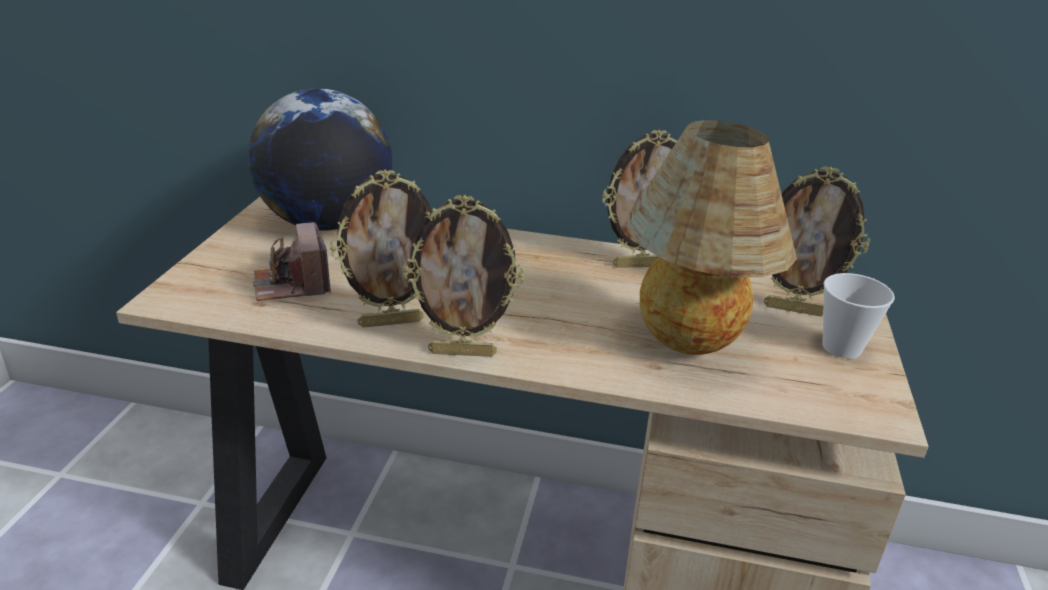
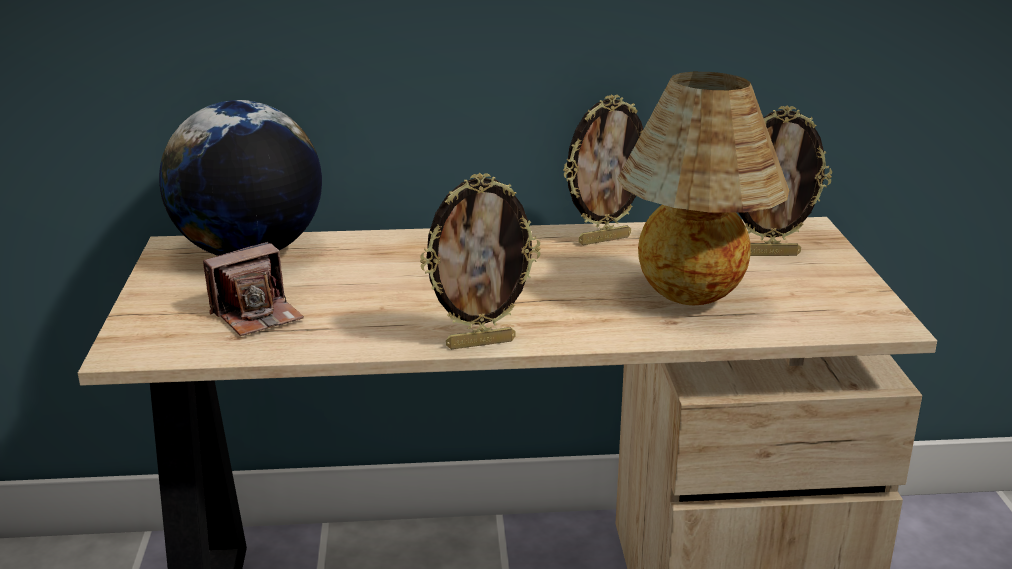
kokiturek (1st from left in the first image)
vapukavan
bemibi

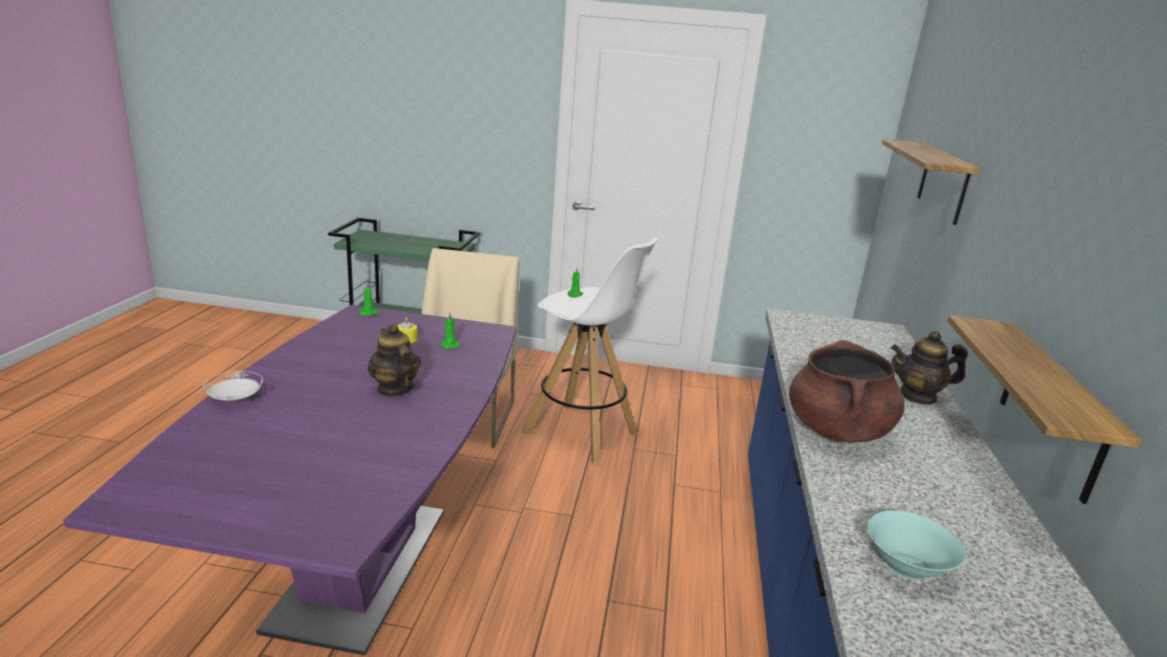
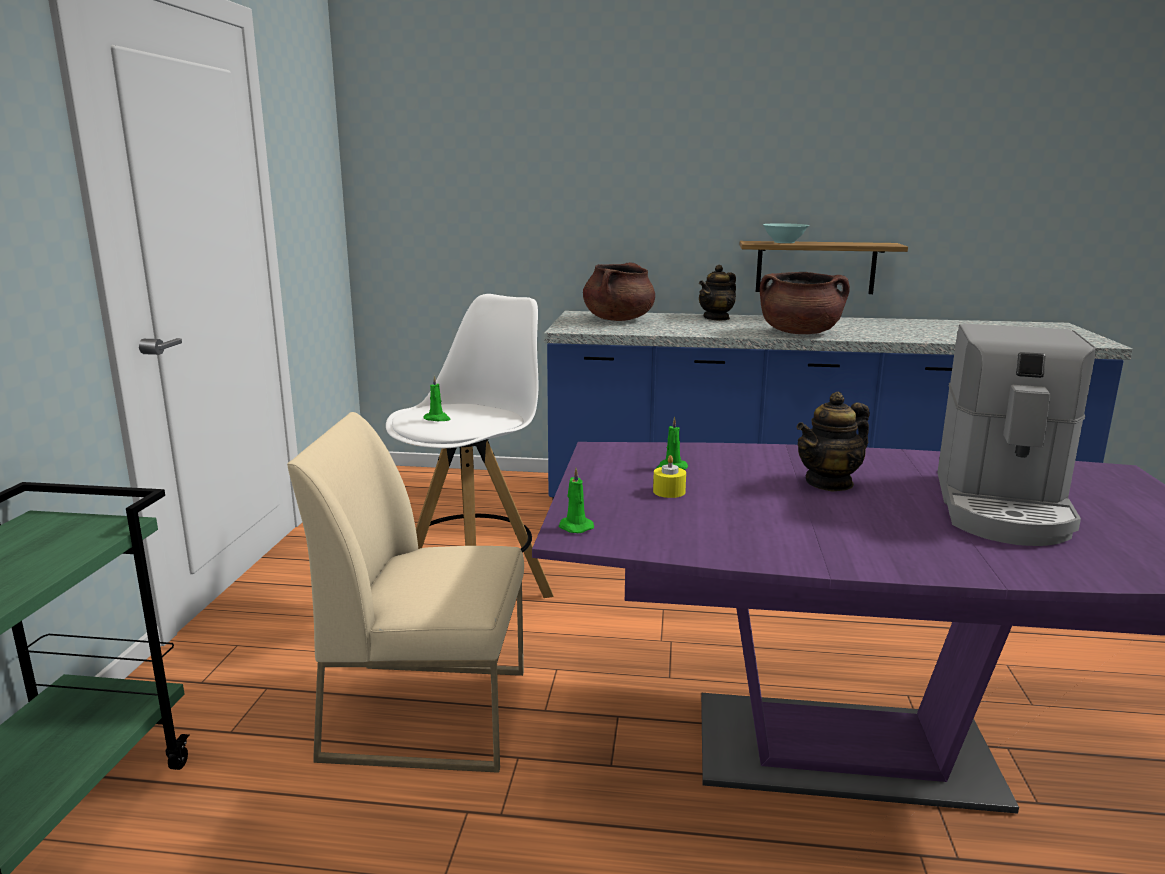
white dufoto
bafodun (1st from left in the first image)
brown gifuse (1st from left)
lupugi
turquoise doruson
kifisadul (1st from left)

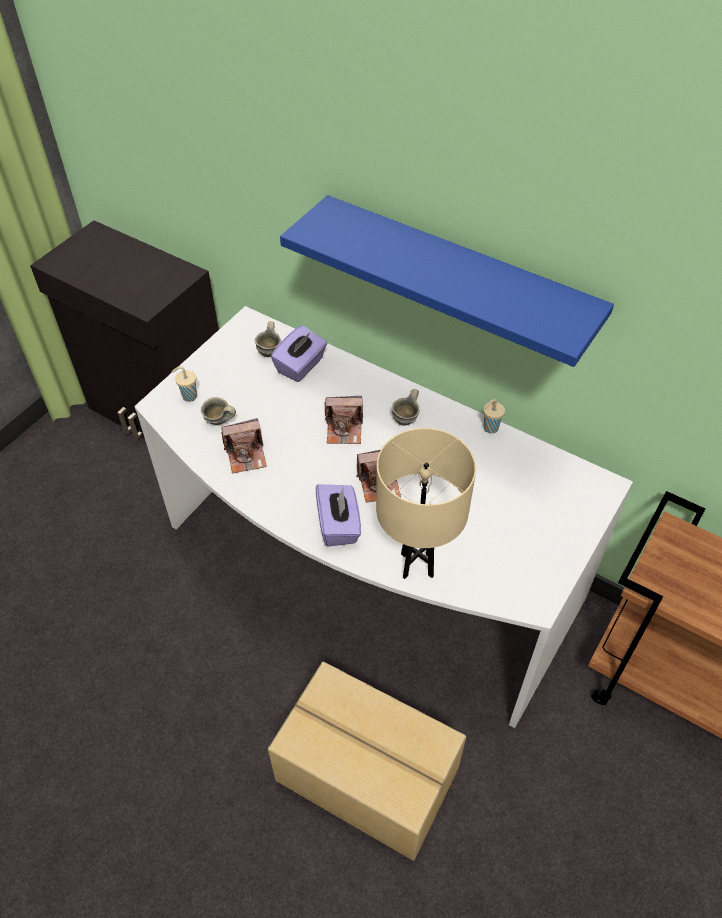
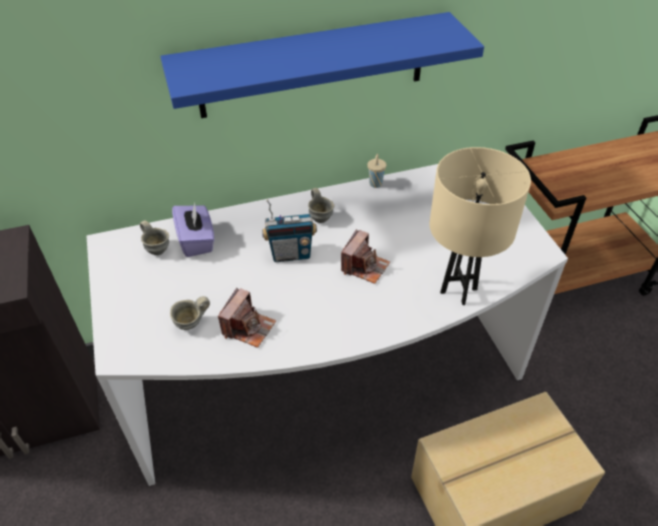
beige vapukavan (1st from left in the first image)
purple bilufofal (2nd from left in the first image)
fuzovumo

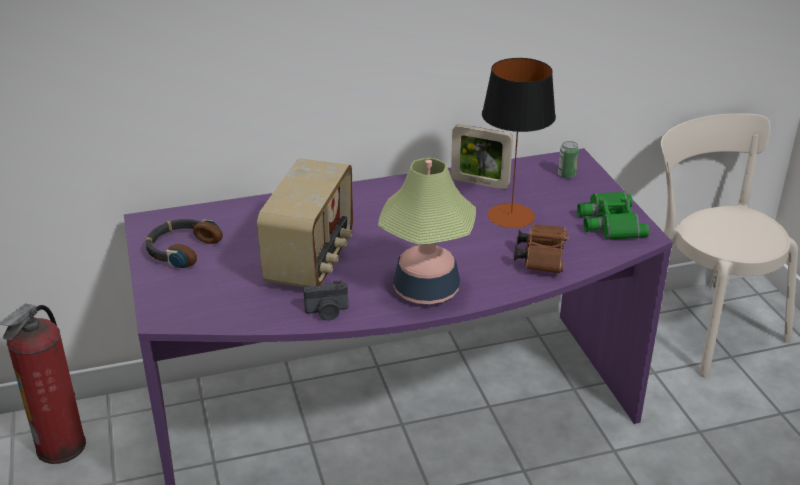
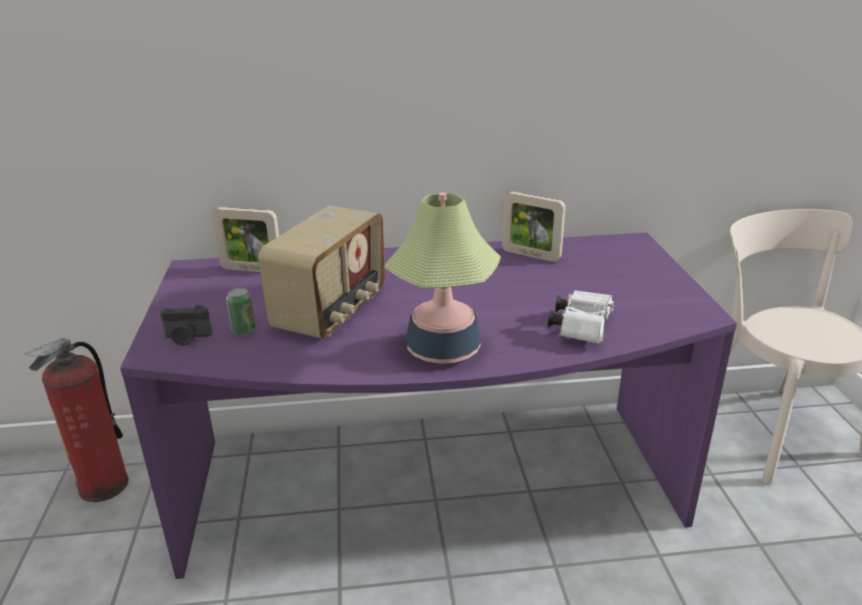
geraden
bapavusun (2nd from left in the first image)
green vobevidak
kokiturek (1st from left)
bemibi
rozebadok
white vobevidak

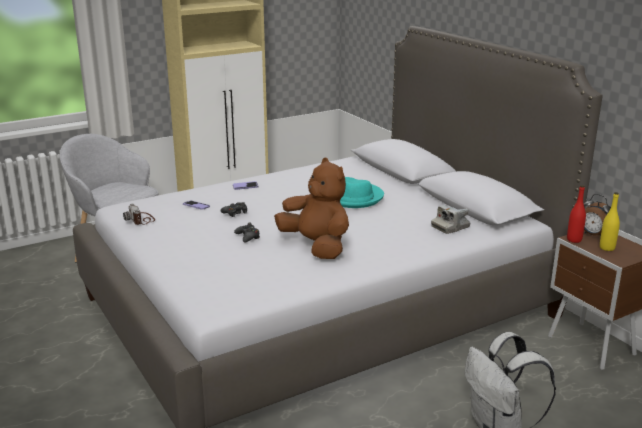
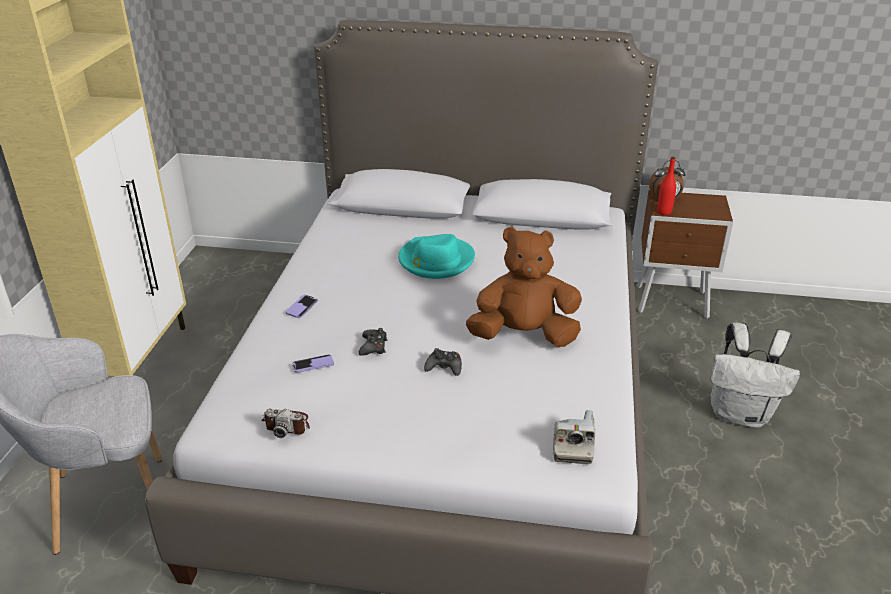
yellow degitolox
bemibi (2nd from left)

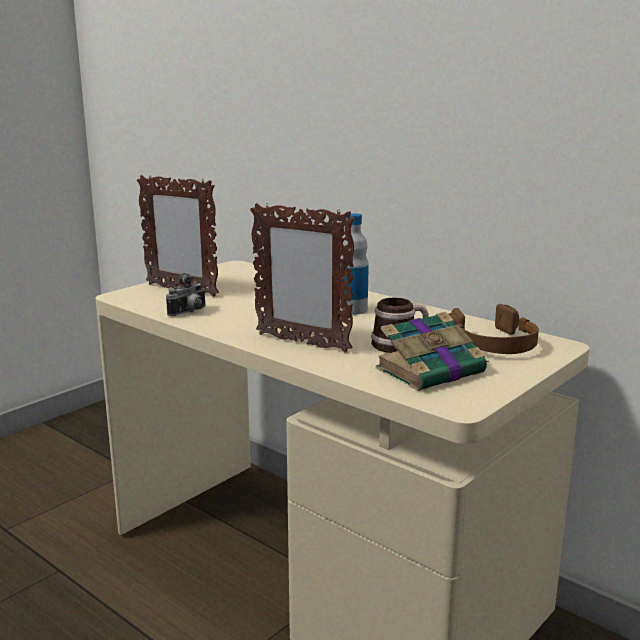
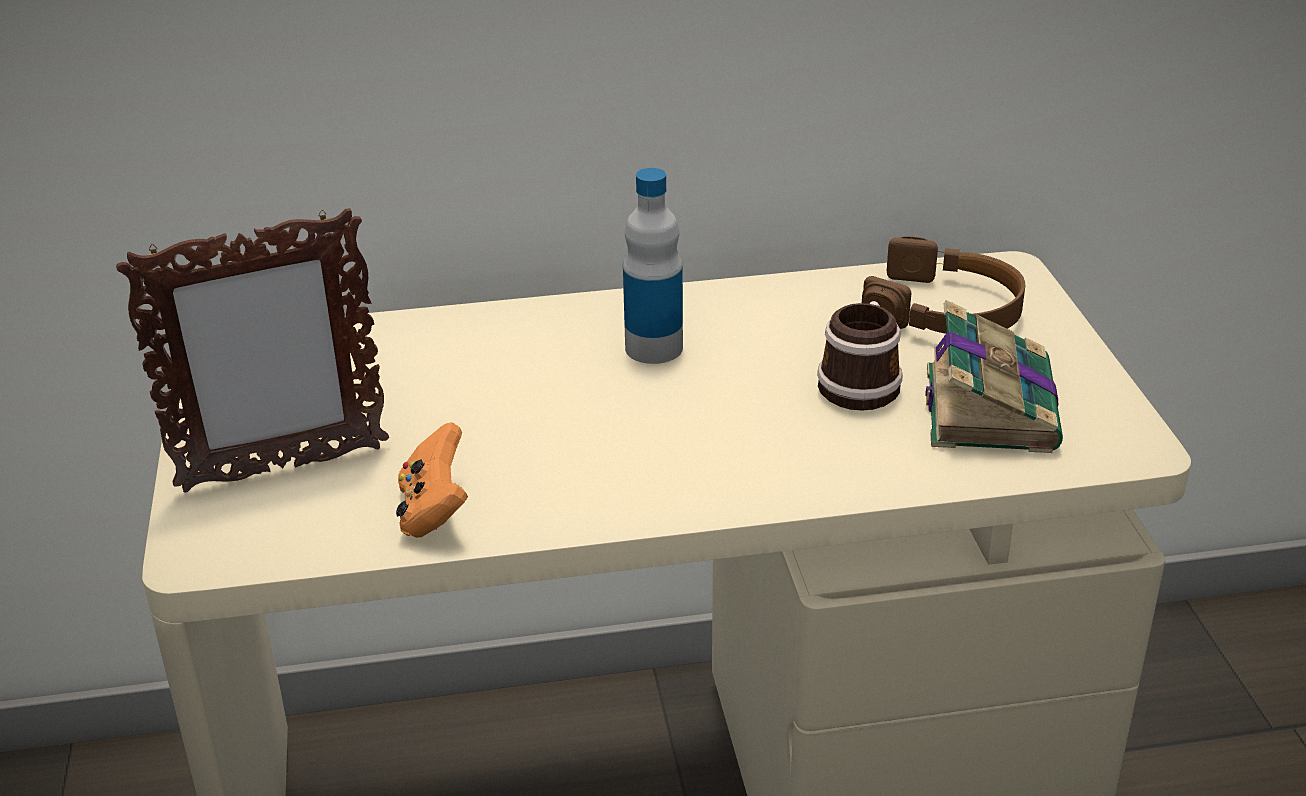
kokiturek (2nd from left in the first image)
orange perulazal

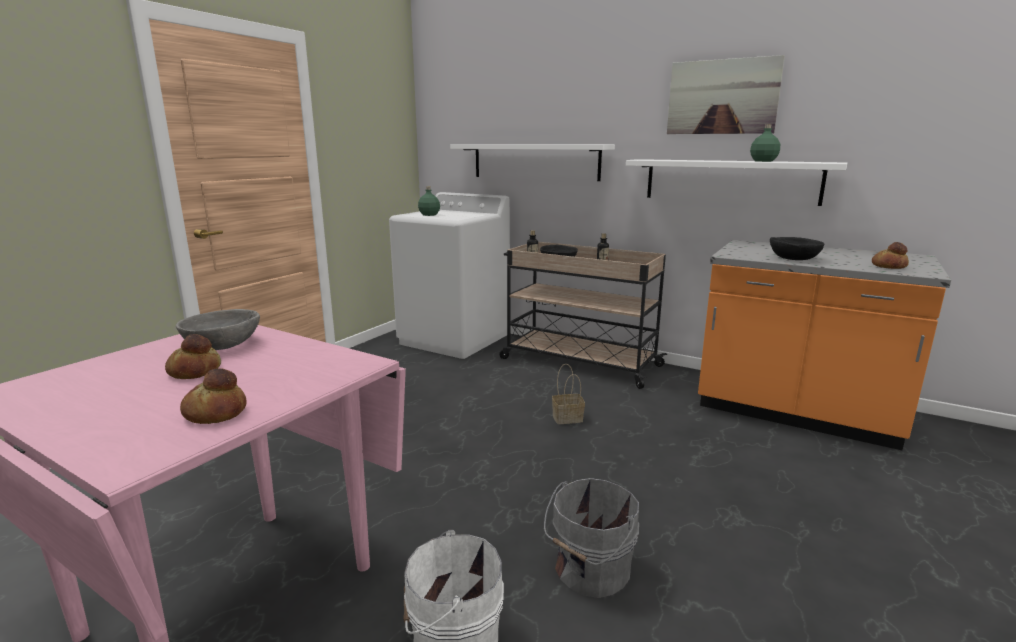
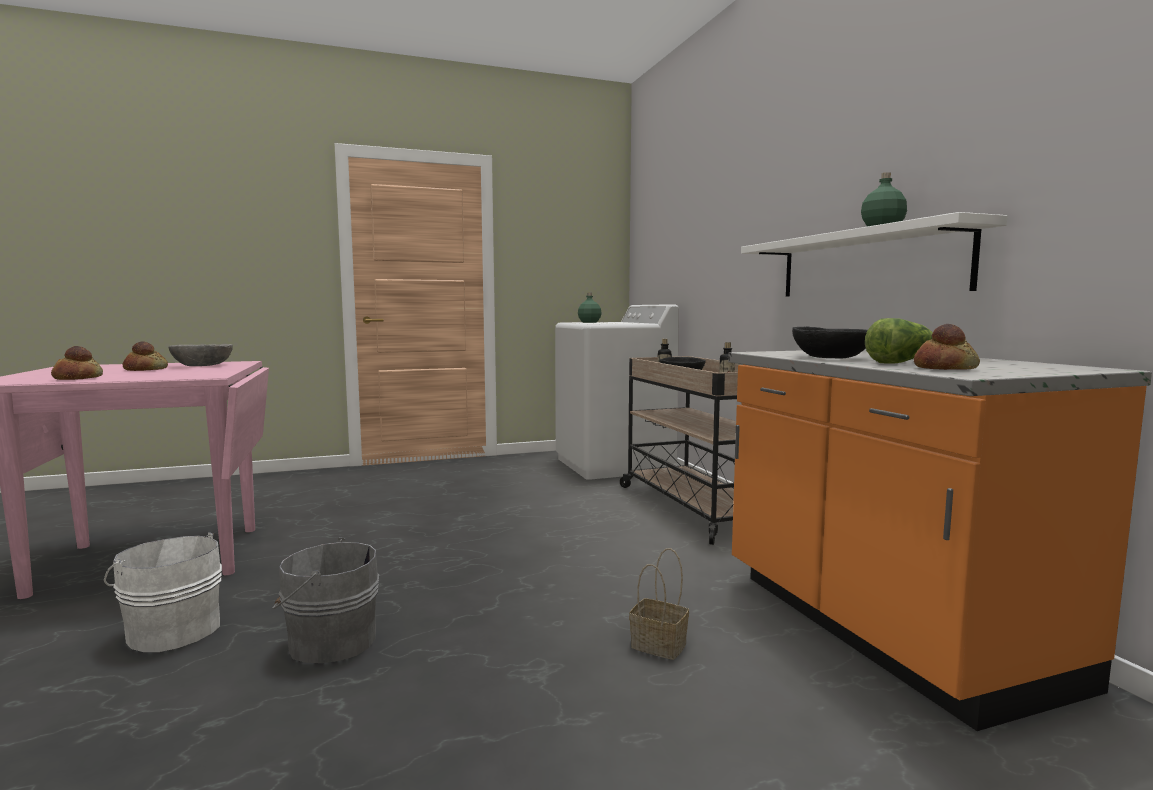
white bafodun (1st from left in the first image)
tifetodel
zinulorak
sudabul

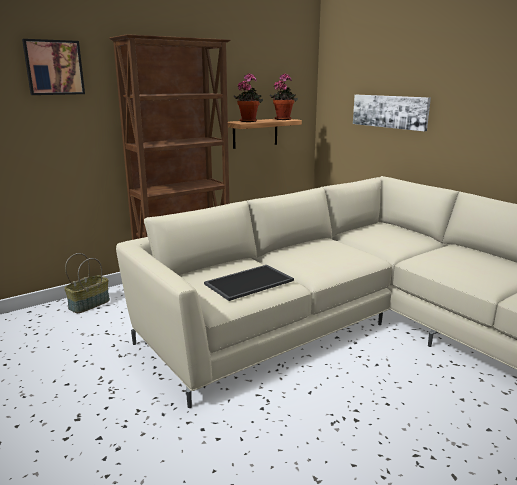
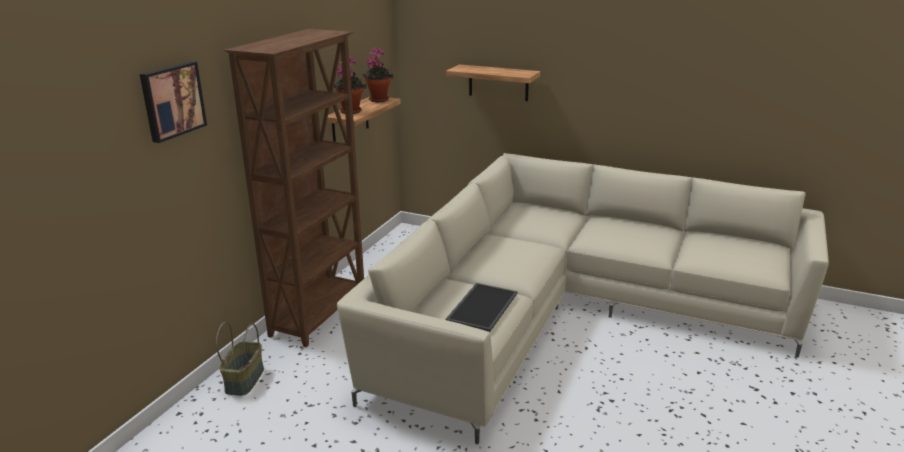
bafodun (2nd from left)

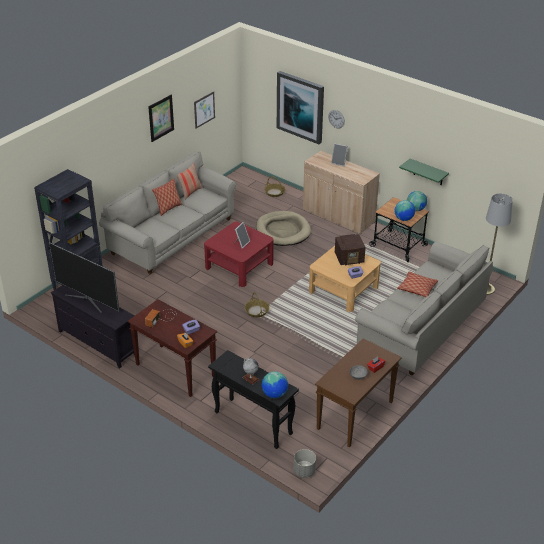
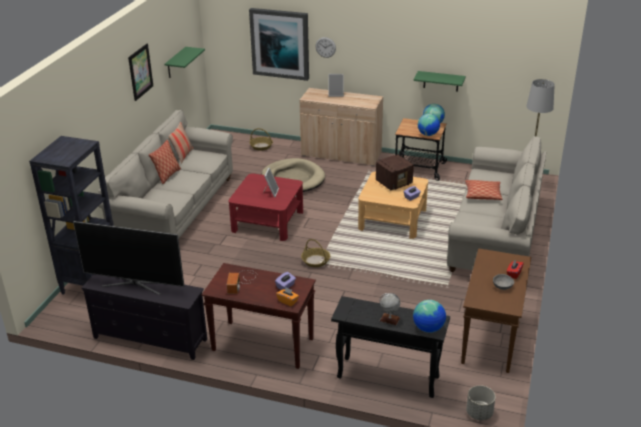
green bafodun (1st from left)

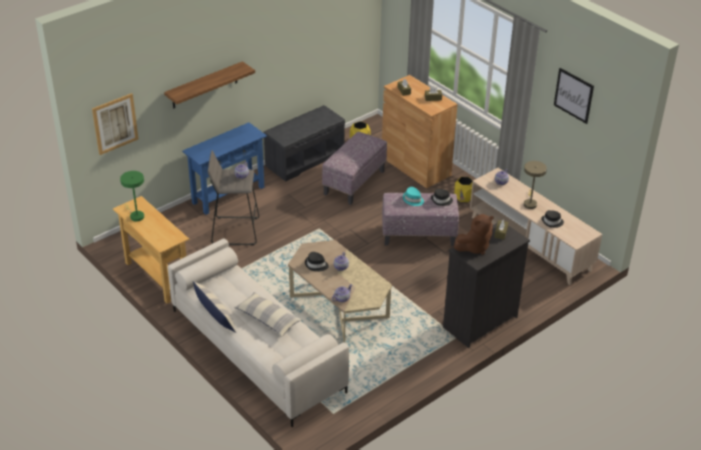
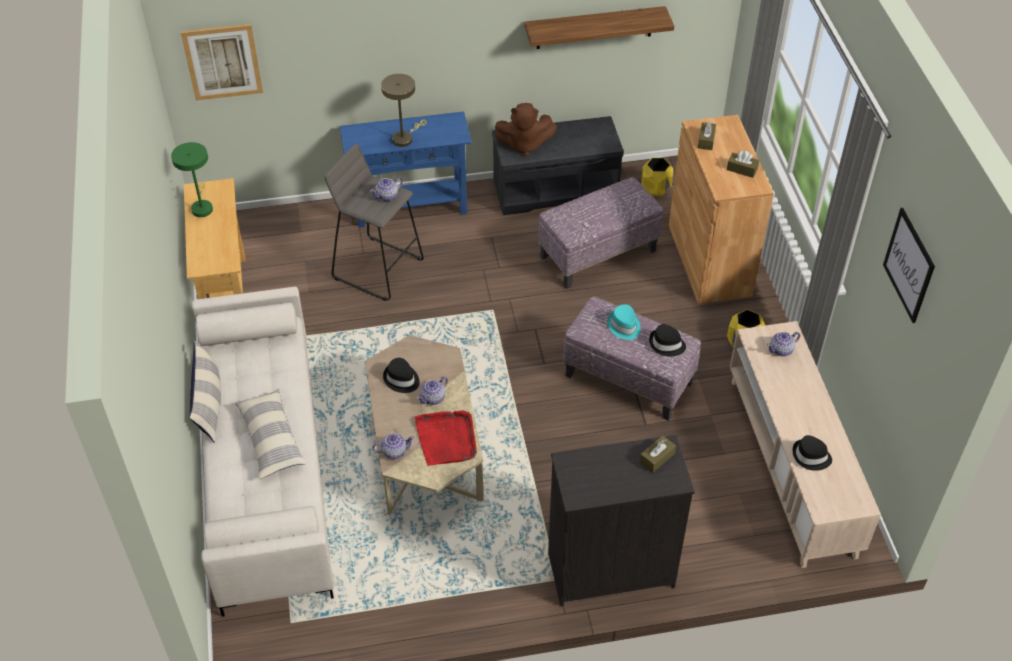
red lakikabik
bafodun
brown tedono
beige bapavusun

